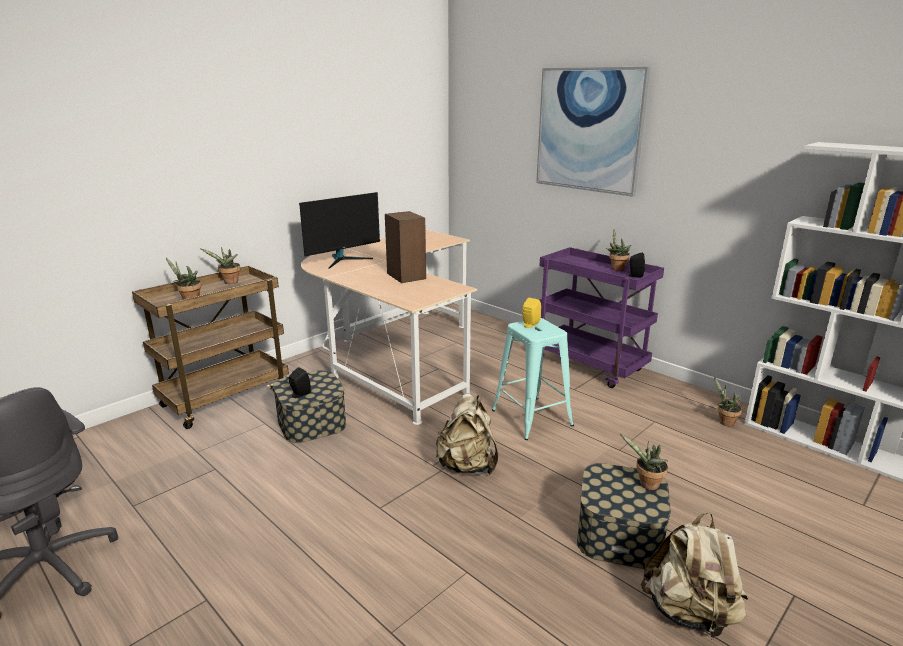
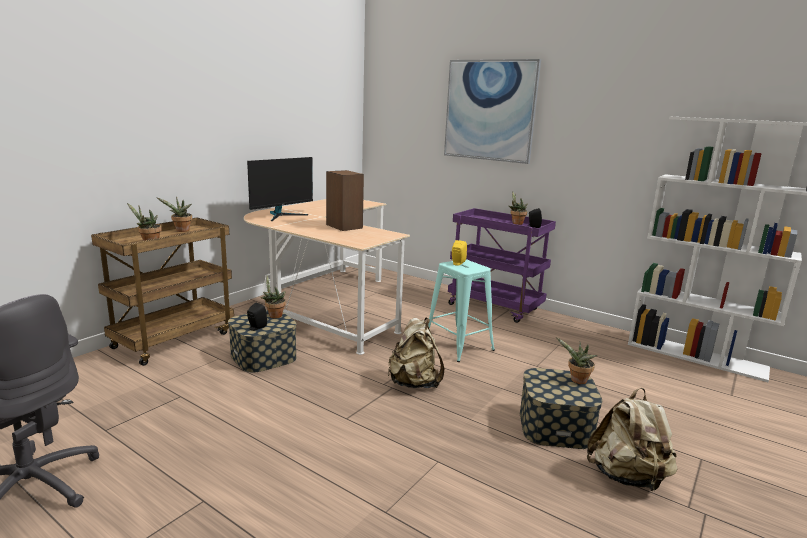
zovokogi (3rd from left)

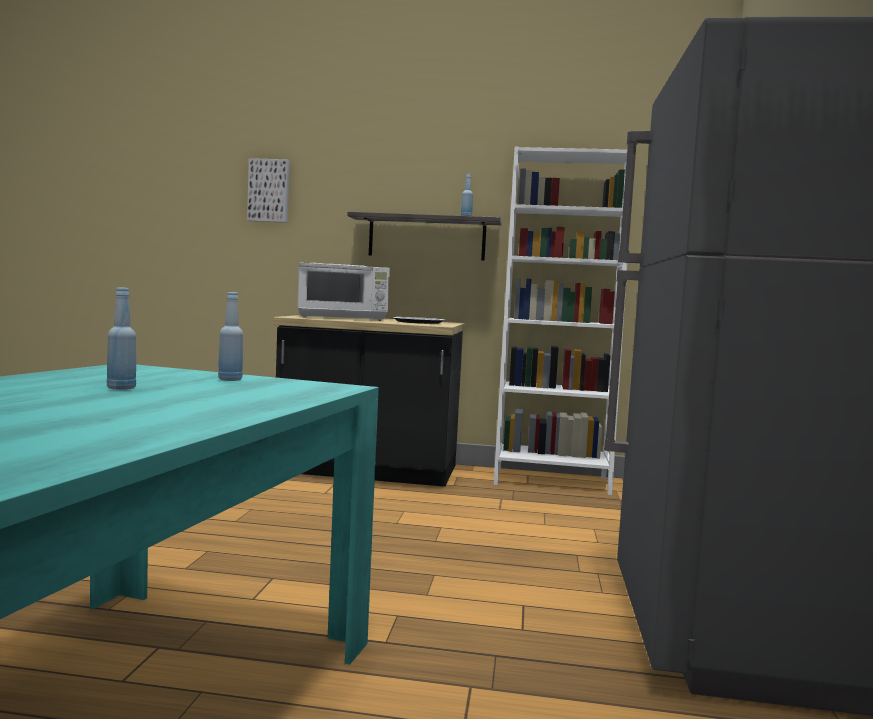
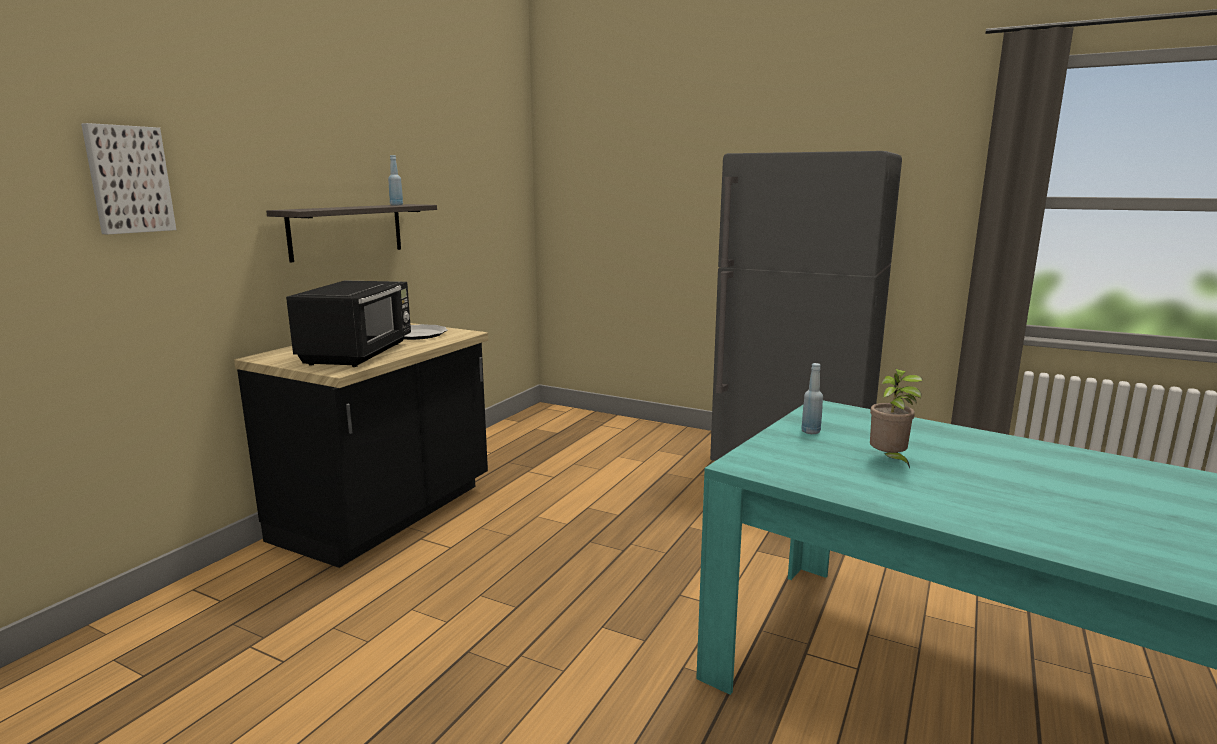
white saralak
zovokogi
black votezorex

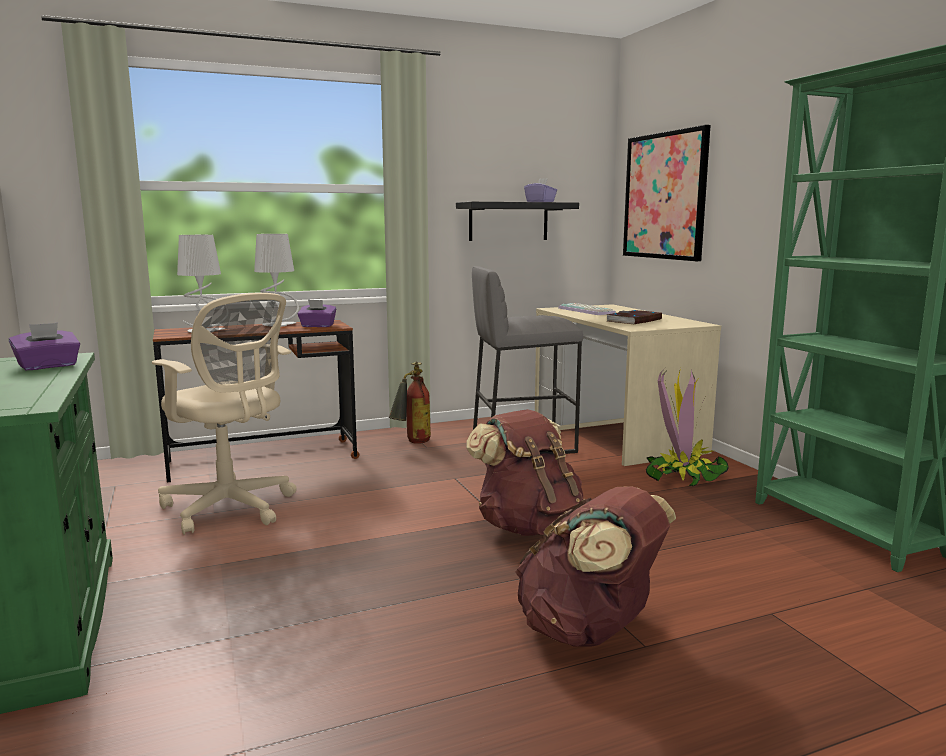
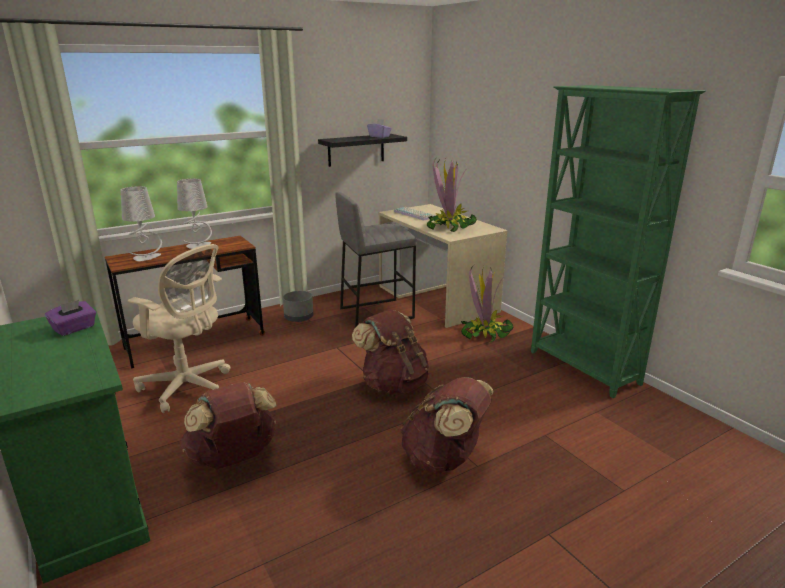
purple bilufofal (2nd from left in the first image)
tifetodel
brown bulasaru (1st from left)
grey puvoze
zovokogi (1st from left)

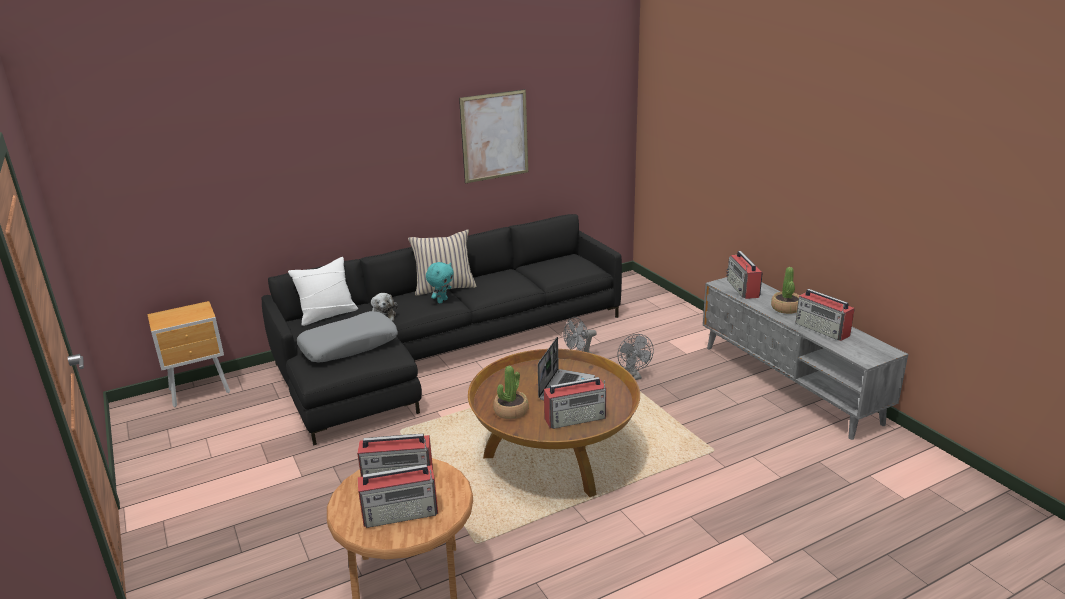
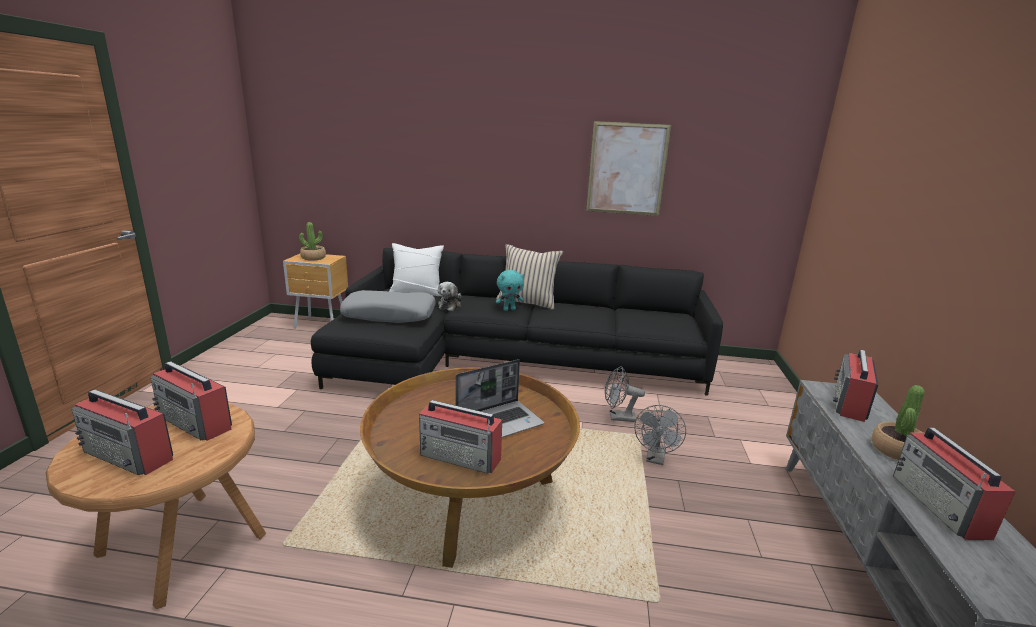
zovokogi (1st from left)

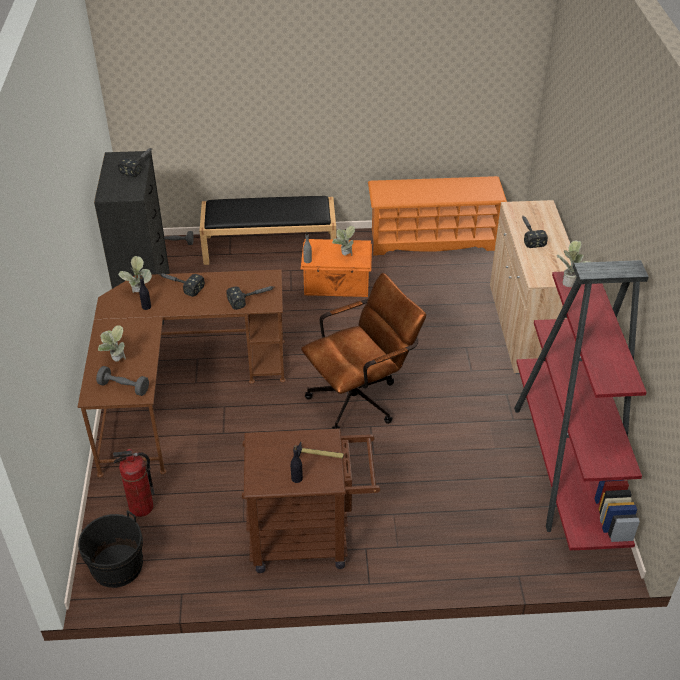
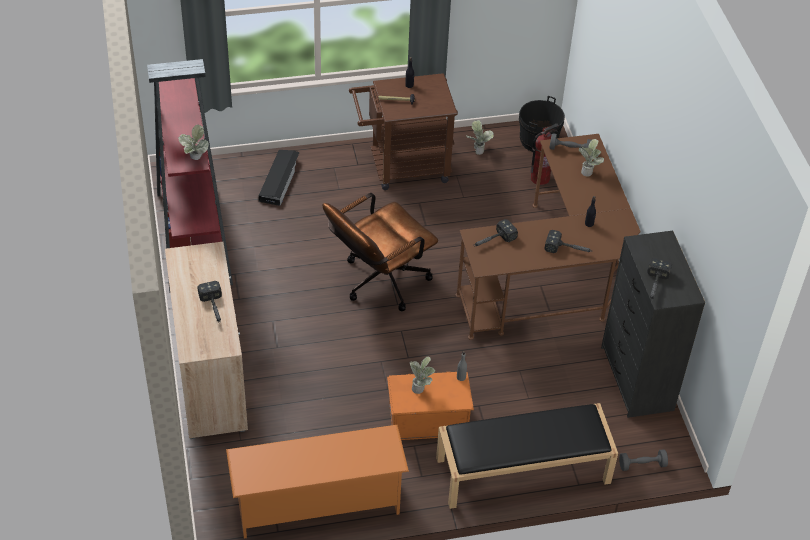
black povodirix
zovokogi (3rd from left)

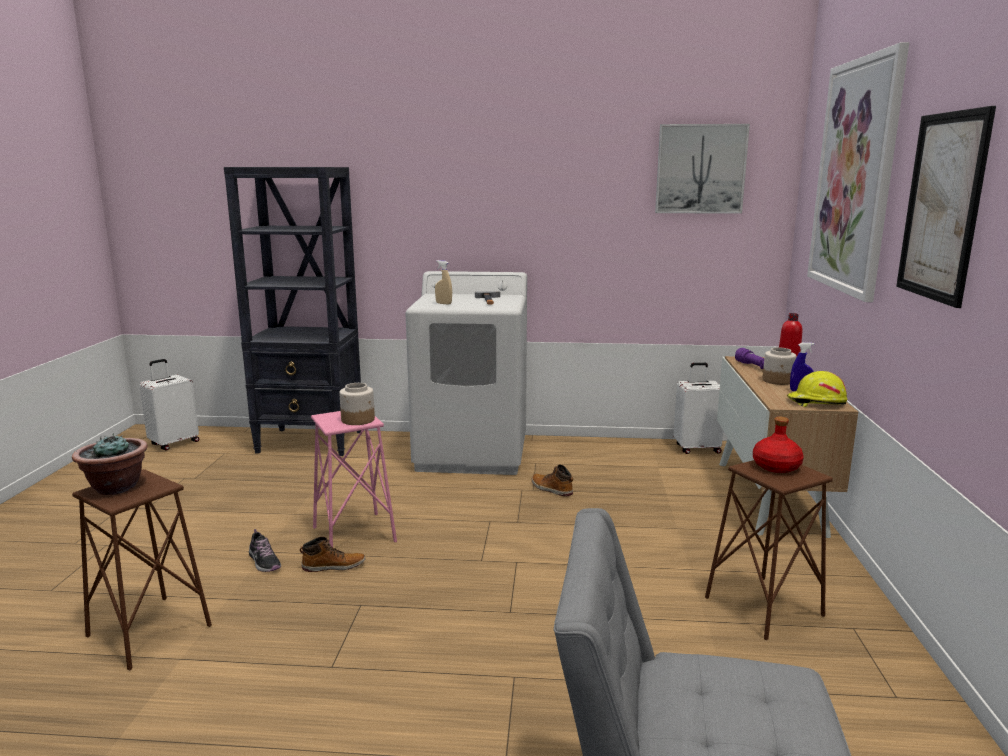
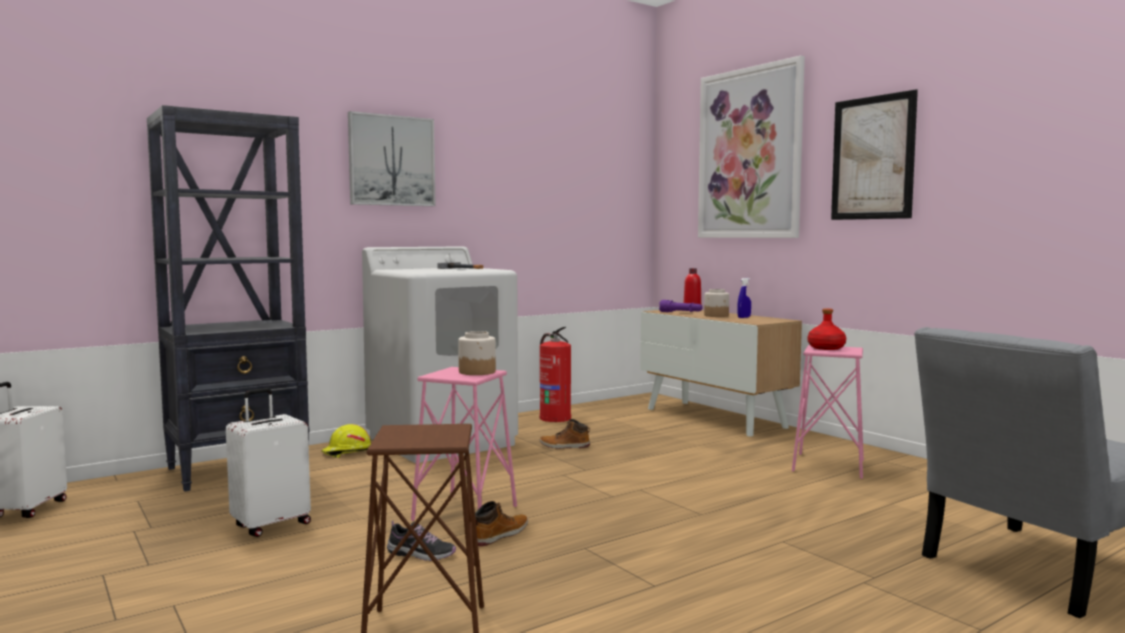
zovokogi
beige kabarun
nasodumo
tifetodel (1st from left)
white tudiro (2nd from left)
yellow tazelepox
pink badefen (2nd from left)

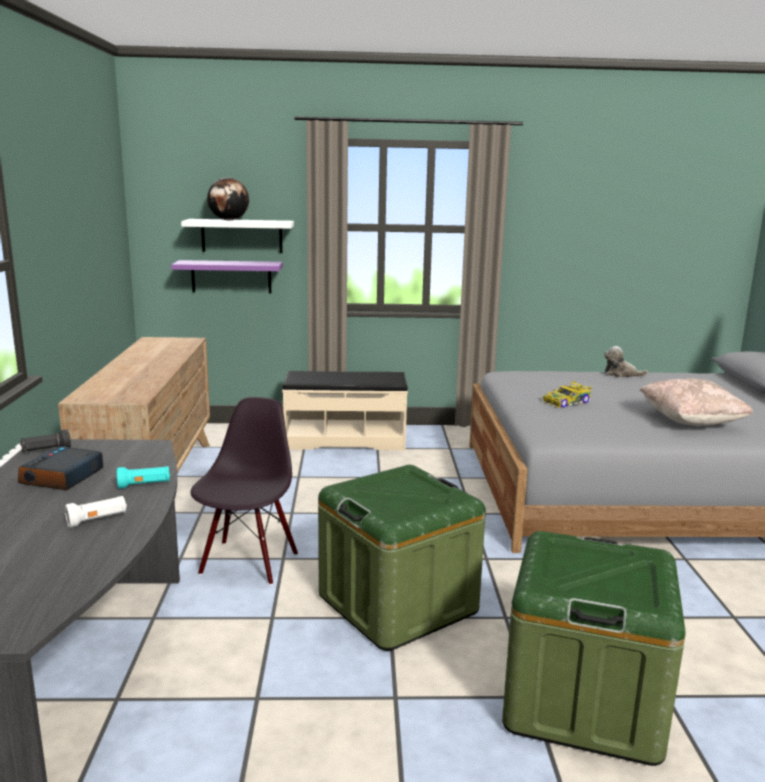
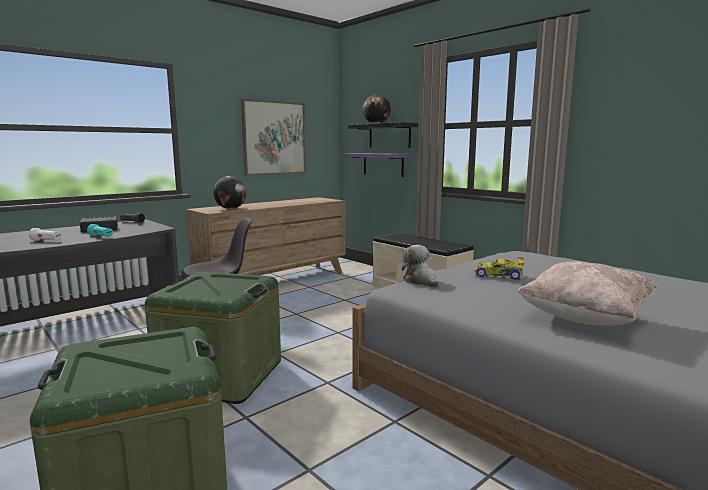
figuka (1st from left)
tifetodel
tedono
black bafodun

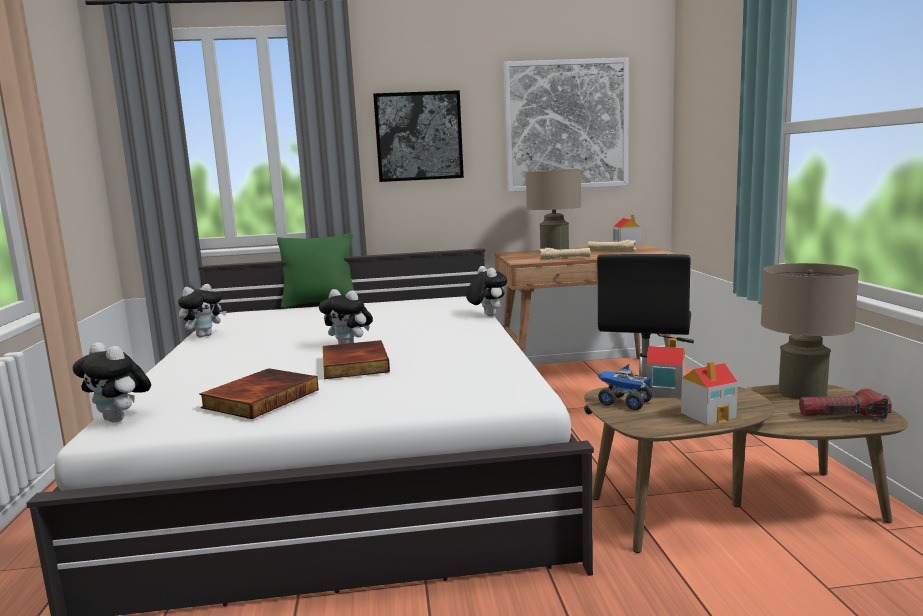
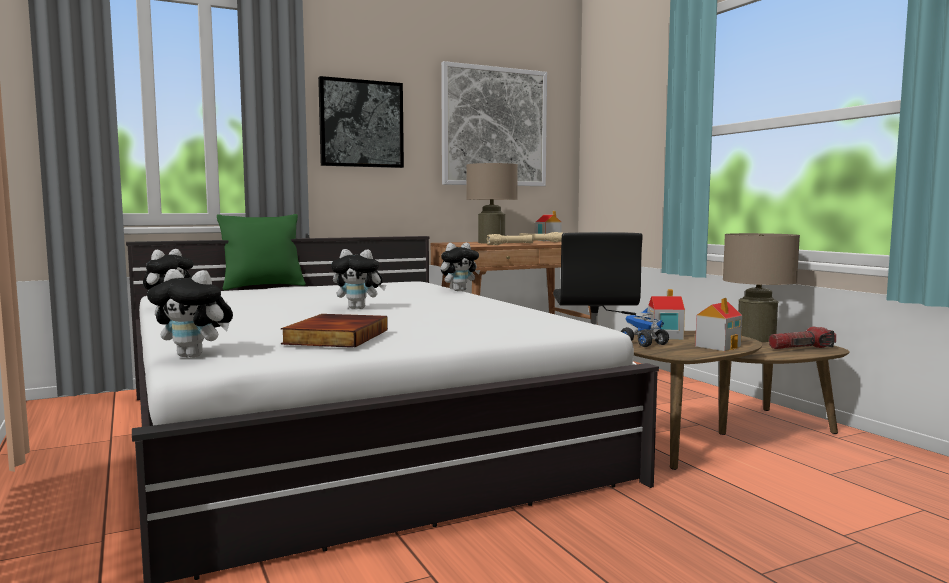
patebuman (2nd from left in the first image)
tedono (4th from left)
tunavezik

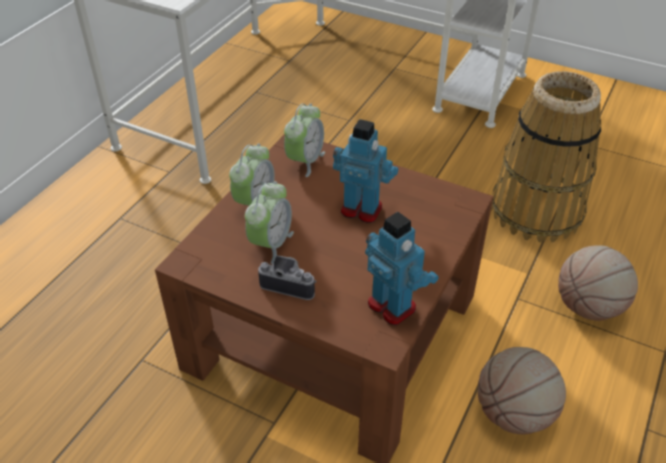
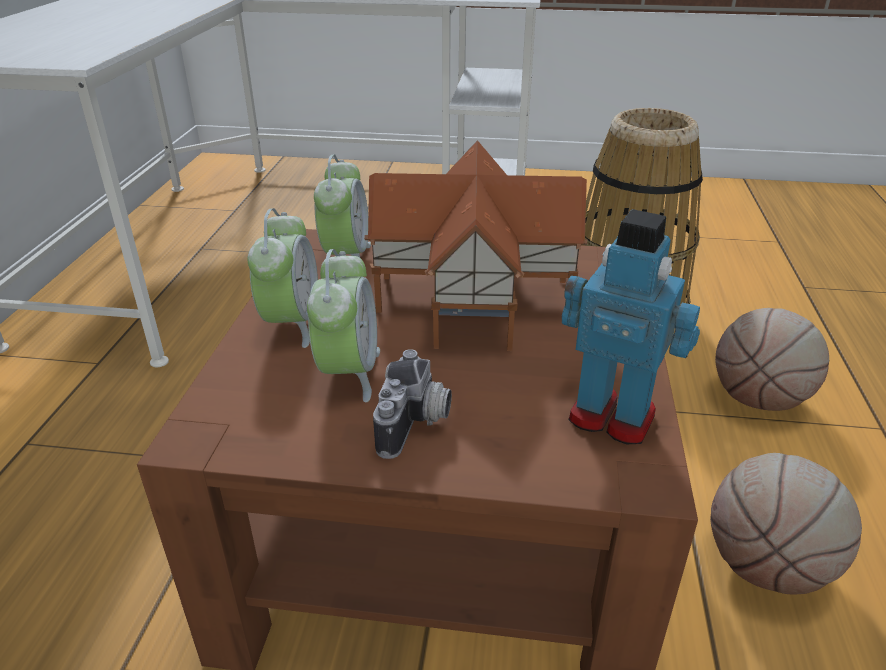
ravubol
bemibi

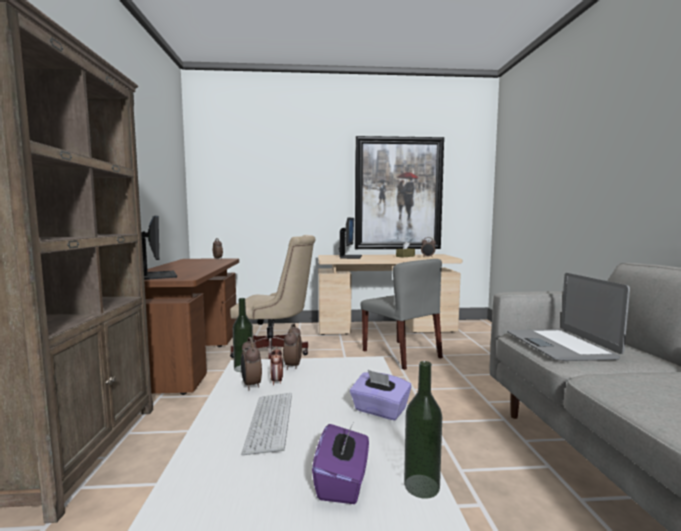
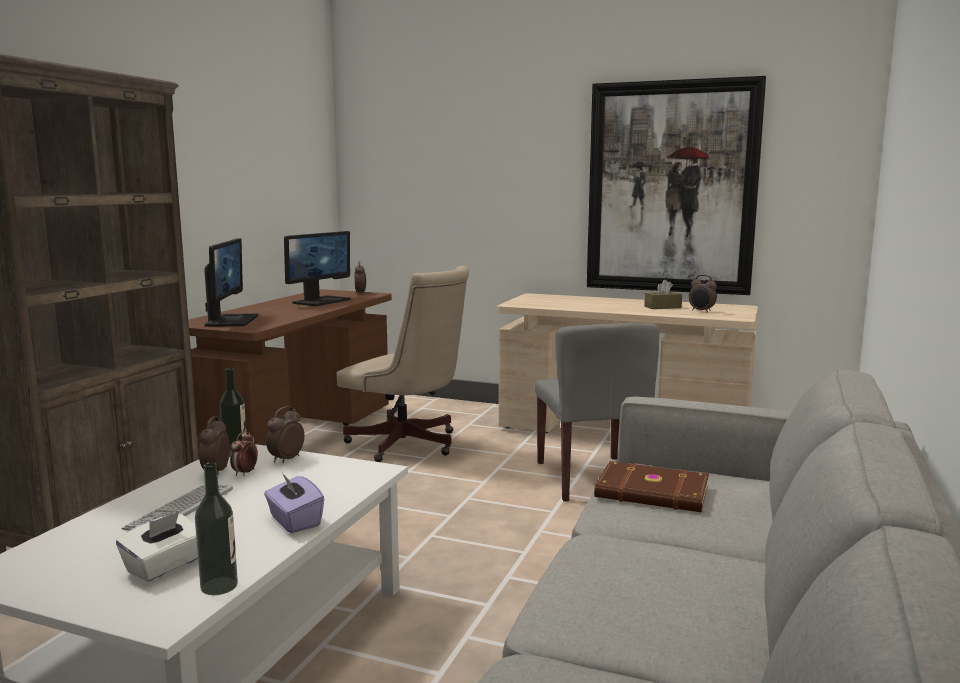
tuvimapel (2nd from left)
brown patebuman
white bilufofal

